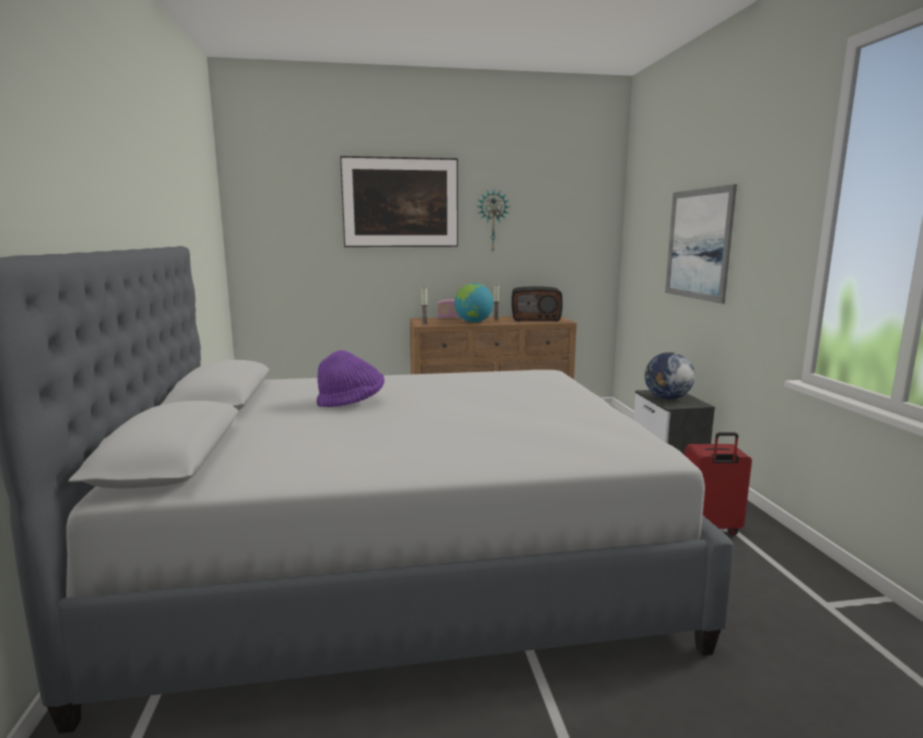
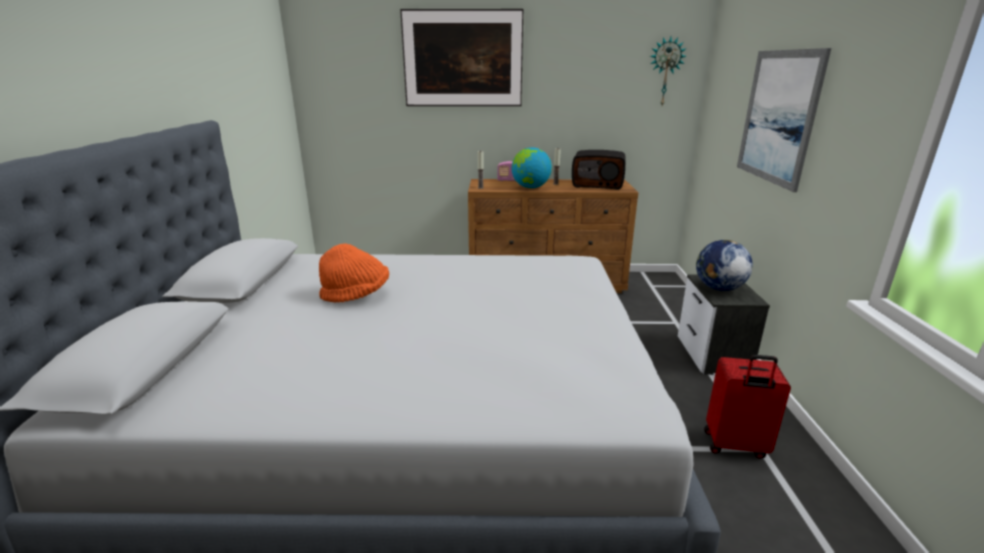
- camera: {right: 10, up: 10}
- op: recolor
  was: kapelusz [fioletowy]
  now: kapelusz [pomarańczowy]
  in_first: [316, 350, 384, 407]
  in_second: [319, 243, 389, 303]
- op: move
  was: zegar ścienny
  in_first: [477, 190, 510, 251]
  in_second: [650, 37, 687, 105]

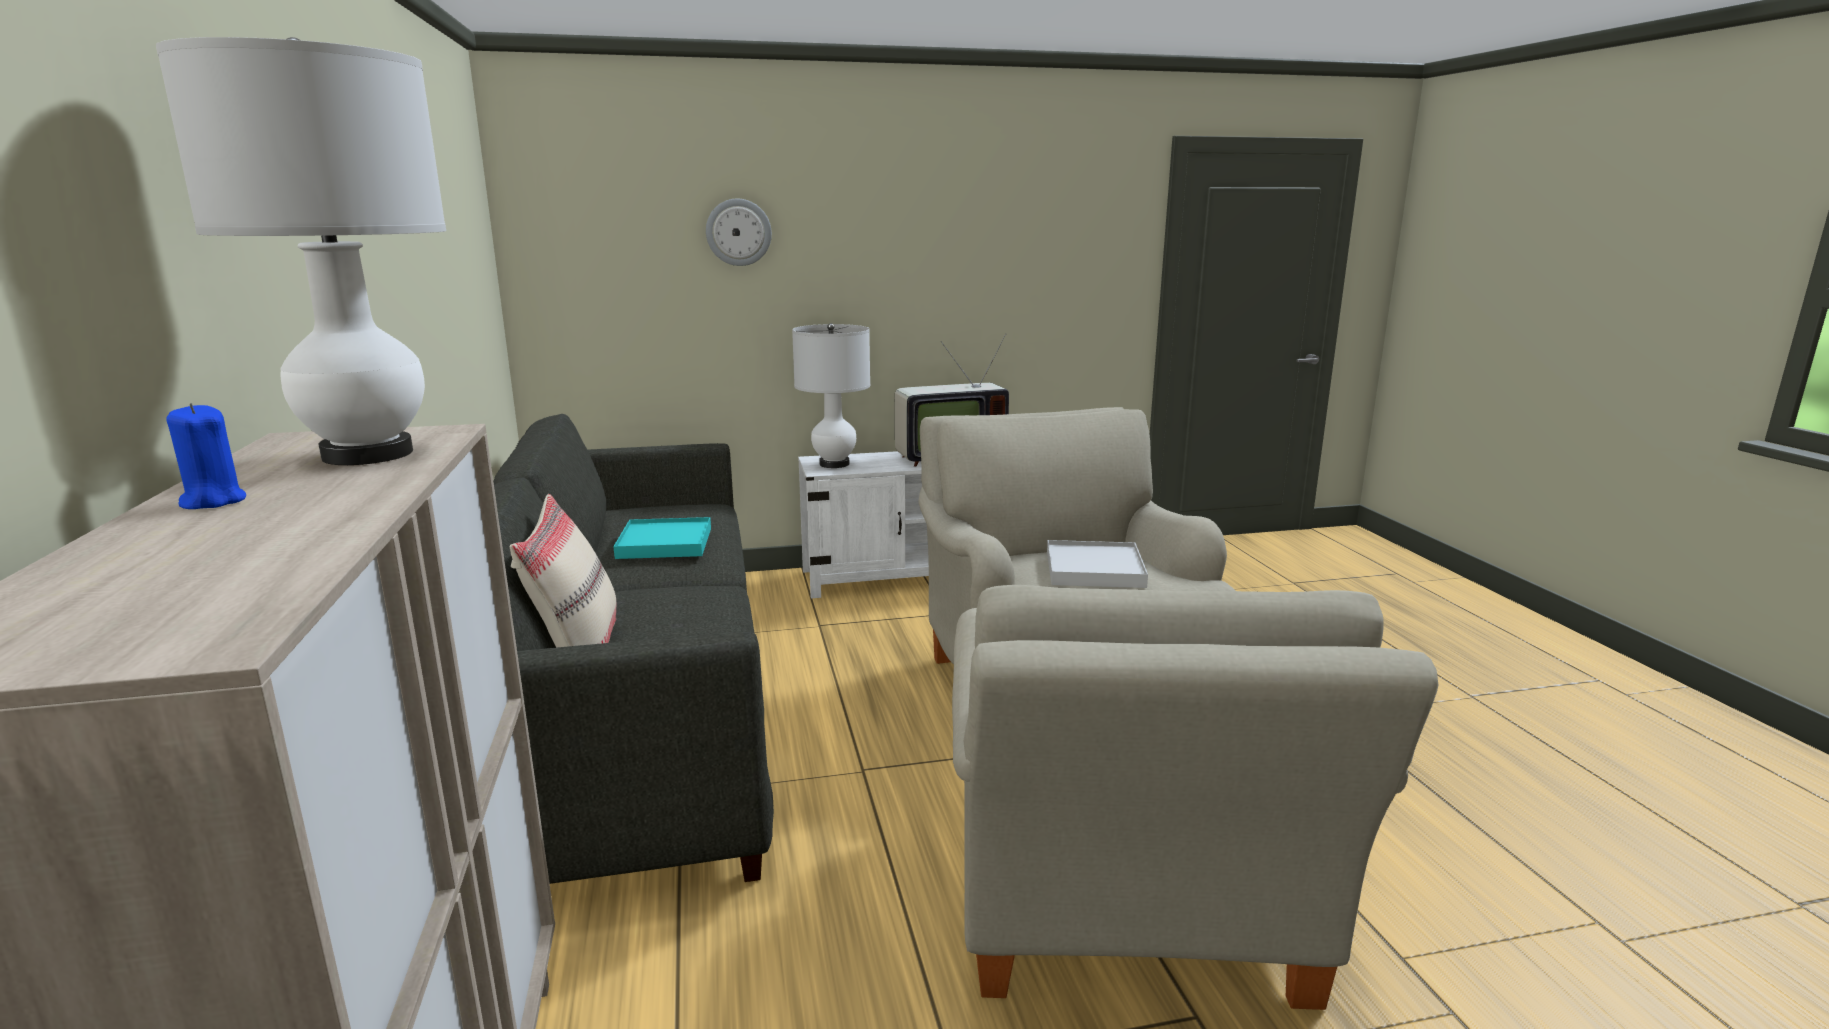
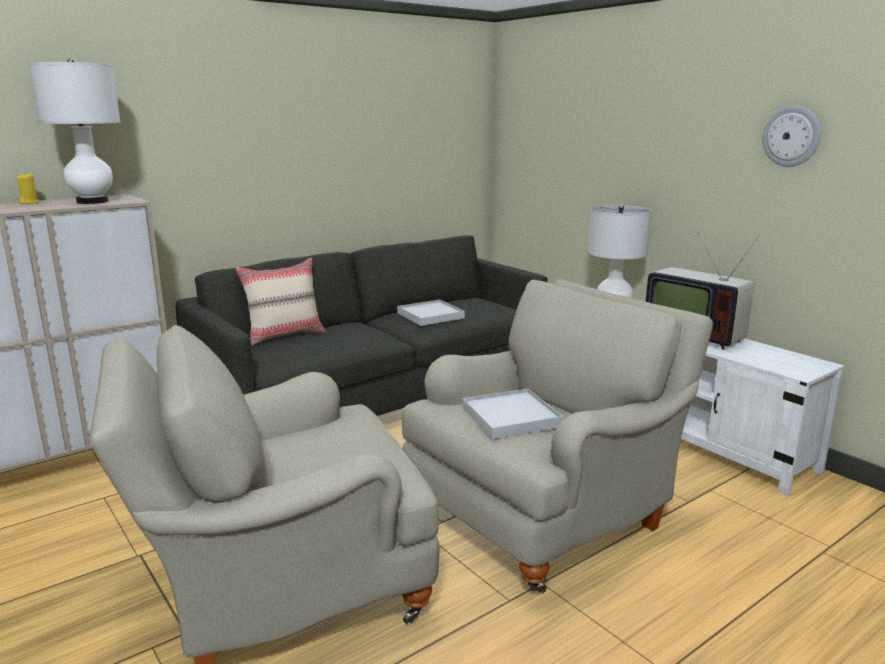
- camera: {right: 65, up: 0}
- op: recolor
  was: świeca [niebieski]
  now: świeca [żółty]
  in_first: [166, 403, 246, 509]
  in_second: [17, 172, 39, 204]
- op: recolor
  was: taca [turkusowy]
  now: taca [biały]
  in_first: [613, 517, 711, 559]
  in_second: [397, 300, 465, 326]
- op: move
  was: zegar ścienny
  in_first: [706, 198, 772, 266]
  in_second: [762, 105, 821, 167]

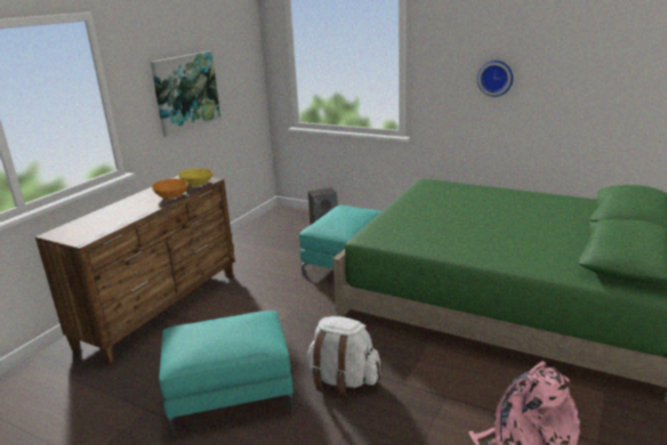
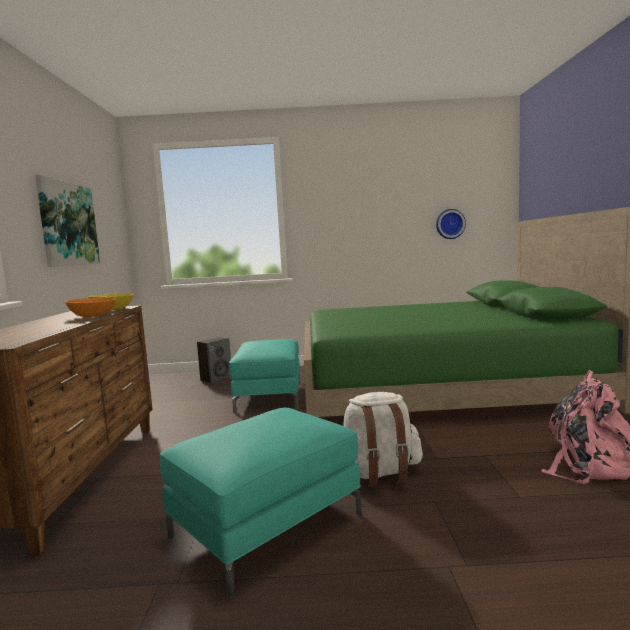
- camera: {right: -30, up: -15}
- op: move
  was: zegar ścienny
  in_first: [477, 60, 513, 97]
  in_second: [436, 209, 466, 239]

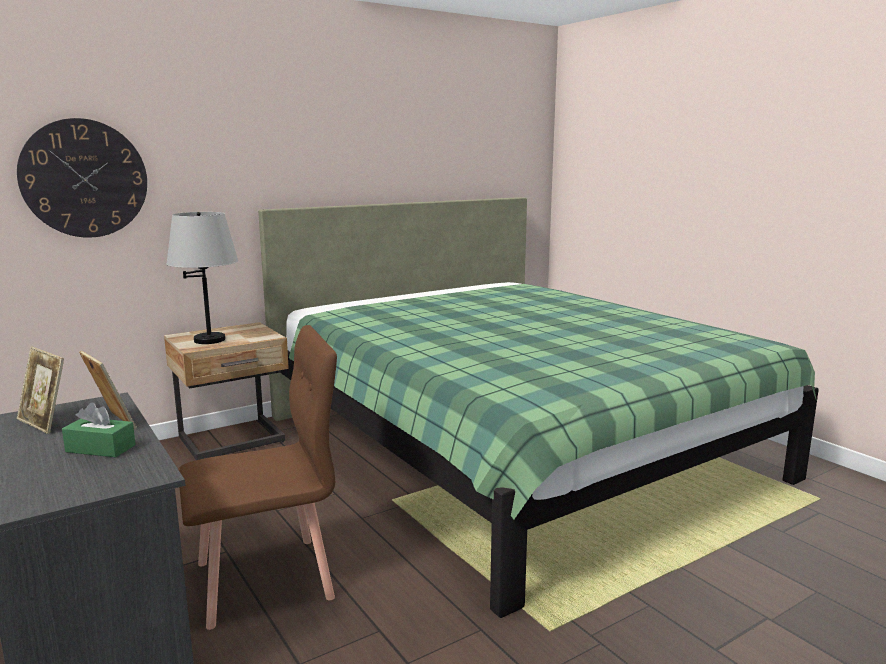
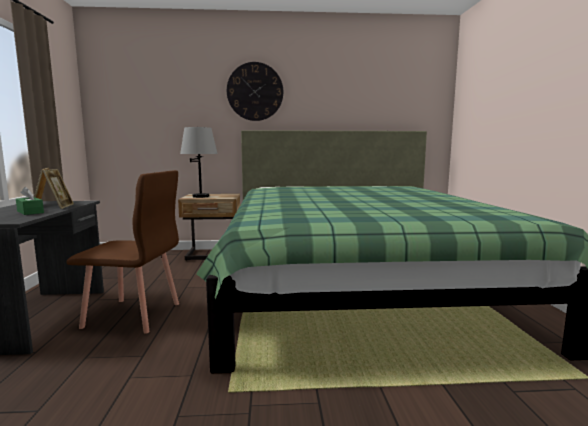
- camera: {right: 30, up: -5}
- op: move
  was: zegar ścienny
  in_first: [17, 118, 147, 238]
  in_second: [227, 62, 283, 121]

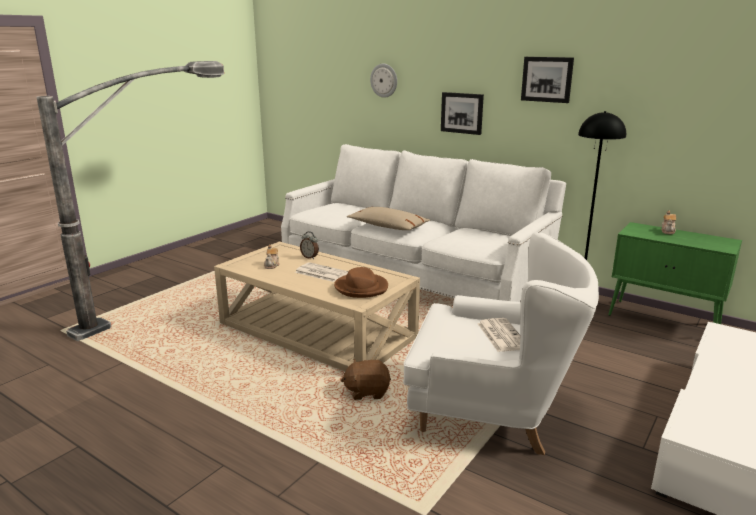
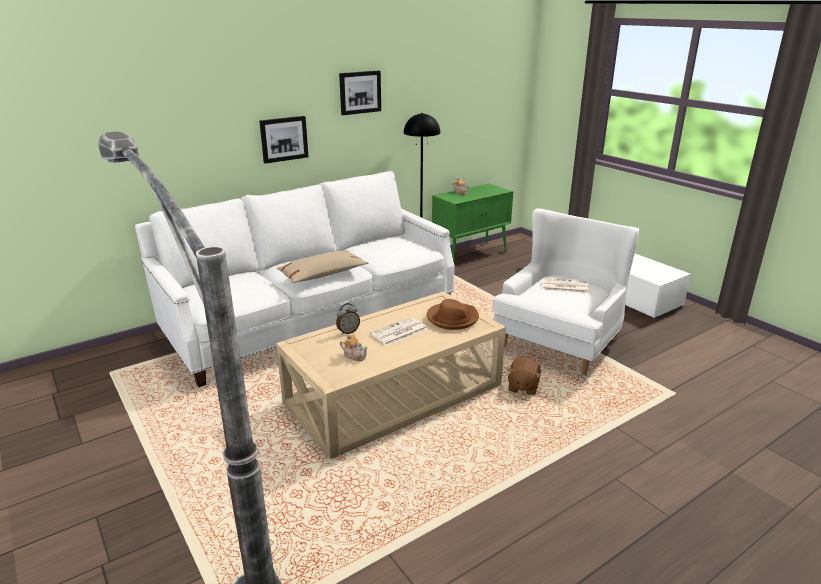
- camera: {right: -70, up: 5}
- op: delete
  was: zegar ścienny
  in_first: [370, 64, 397, 98]

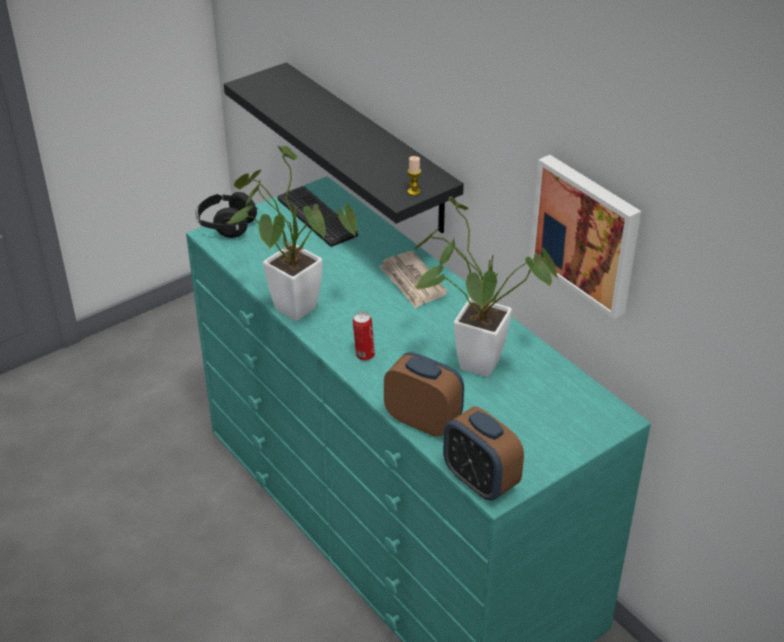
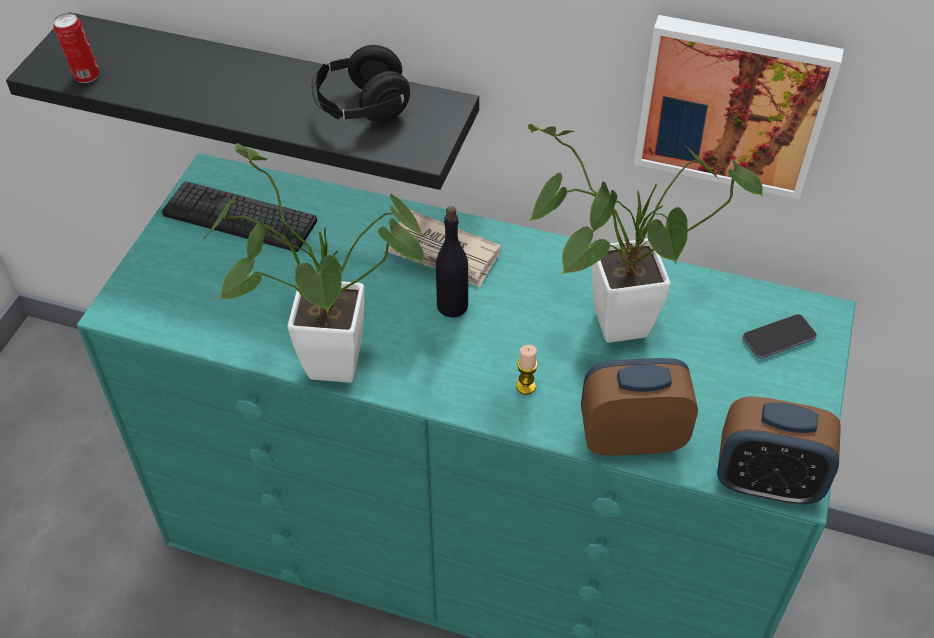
- camera: {right: -35, up: 10}
- op: move
  was: puszka
  in_first: [353, 312, 375, 361]
  in_second: [53, 13, 100, 83]
- op: move
  was: słuchawki [czarny]
  in_first: [196, 192, 258, 238]
  in_second: [312, 45, 410, 122]
- op: insert
  now: butelka [czarny]
  in_second: [436, 206, 468, 317]
- op: move
  was: świeca
  in_first: [407, 156, 421, 196]
  in_second: [516, 345, 538, 395]
- op: insert
  now: telefon
  in_second: [743, 314, 817, 358]

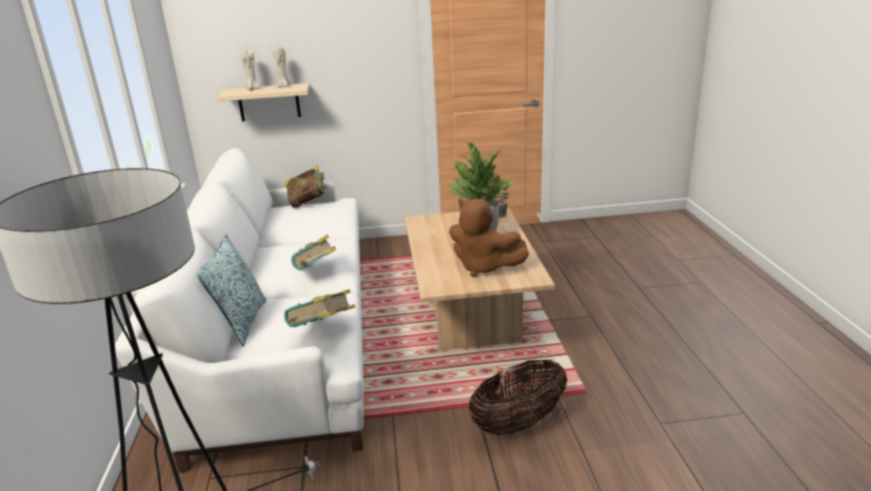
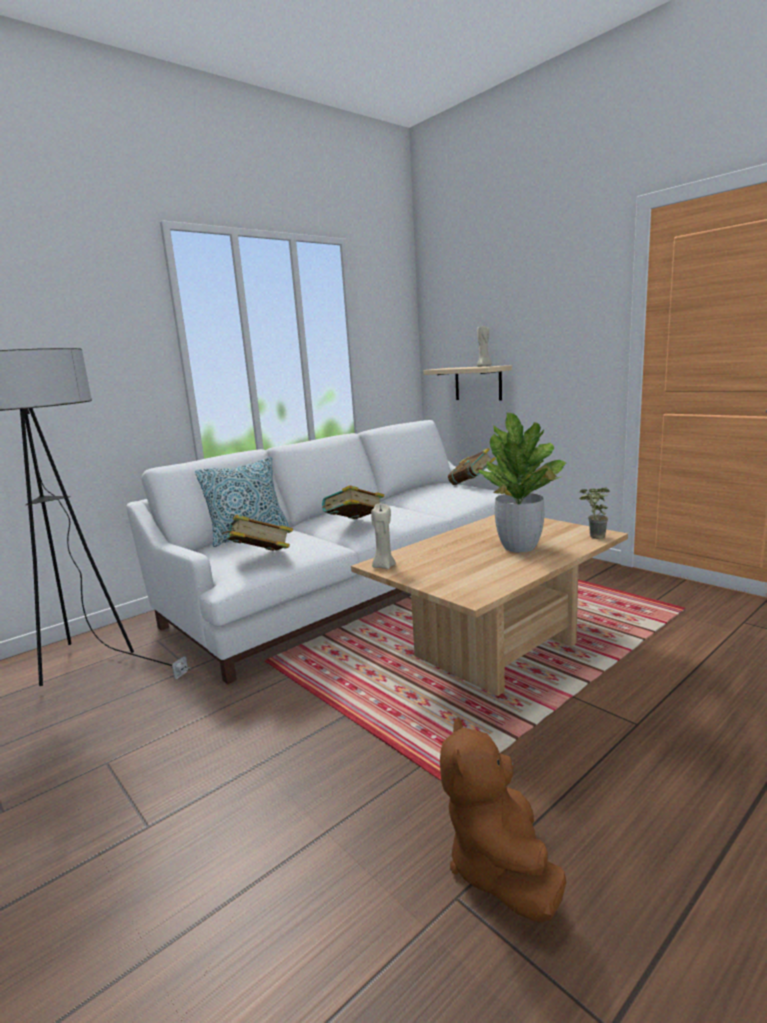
- camera: {right: 55, up: -10}
- op: move
  was: świeca [beżowy]
  in_first: [241, 49, 261, 90]
  in_second: [371, 504, 396, 569]
- op: move
  was: pluszak [brązowy]
  in_first: [449, 198, 529, 277]
  in_second: [440, 717, 566, 923]
- op: delete
  was: koszyk
  in_first: [469, 359, 567, 435]

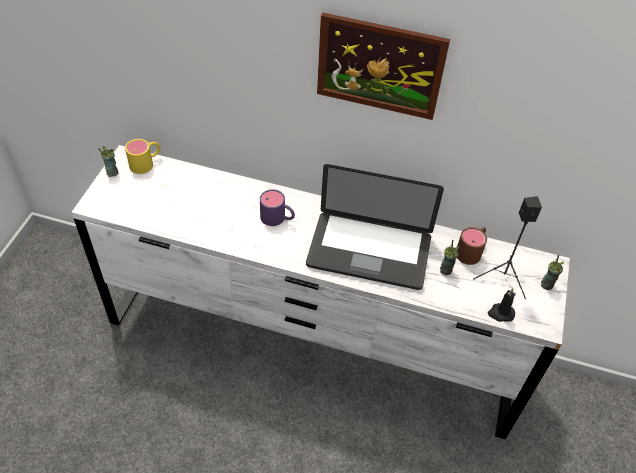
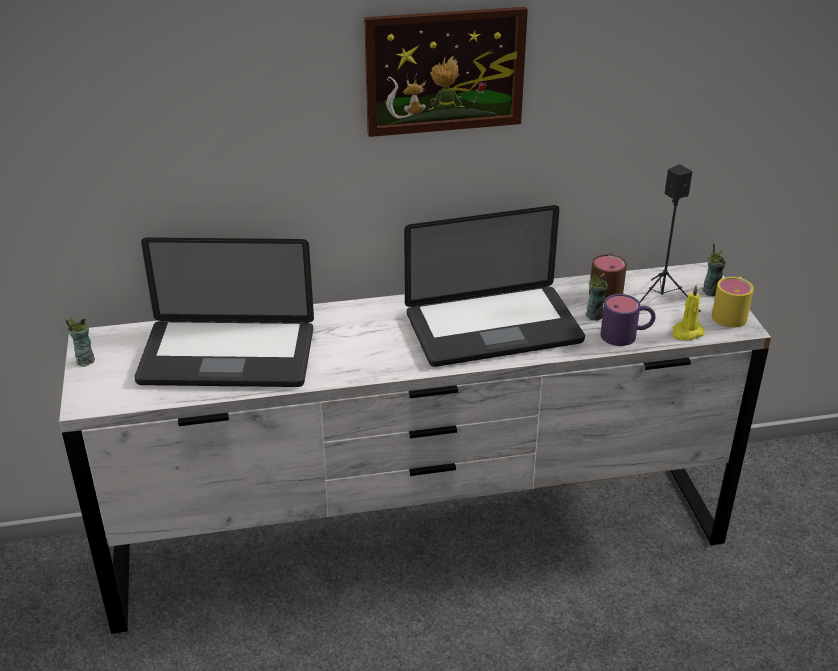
- camera: {right: -25, up: -15}
- op: insert
  now: laptop
  in_second: [134, 237, 314, 387]
- op: move
  was: kubek [fioletowy]
  in_first: [260, 189, 295, 226]
  in_second: [601, 294, 656, 346]
- op: recolor
  was: świeca [czarny]
  now: świeca [żółty]
  in_first: [488, 289, 516, 322]
  in_second: [672, 285, 705, 340]
- op: move
  was: kubek [żółty]
  in_first: [125, 139, 160, 174]
  in_second: [712, 277, 754, 328]

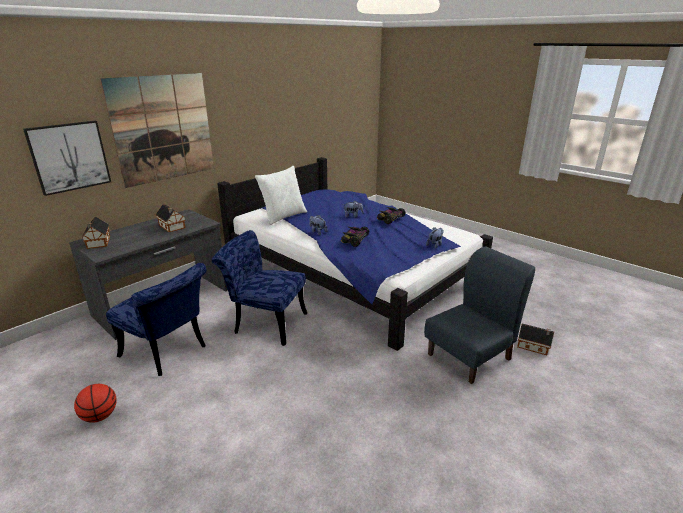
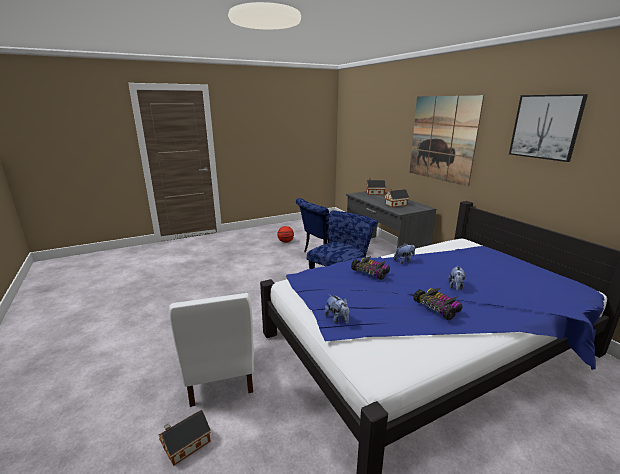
- camera: {right: 110, up: -5}
- op: recolor
  was: krzesło [niebieski]
  now: krzesło [biały]
  in_first: [424, 246, 535, 384]
  in_second: [169, 293, 254, 407]
- op: move
  was: obraz
  in_first: [23, 121, 111, 196]
  in_second: [509, 94, 588, 162]
- op: delete
  was: poduszka [biały]
  in_first: [255, 166, 307, 225]

